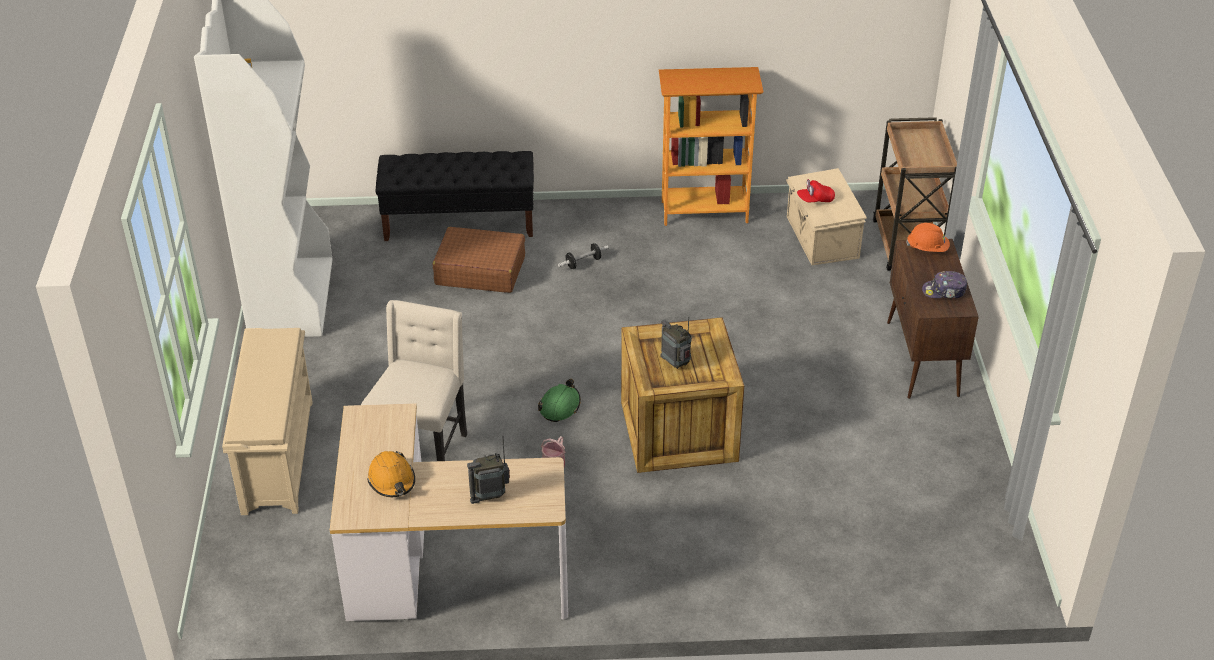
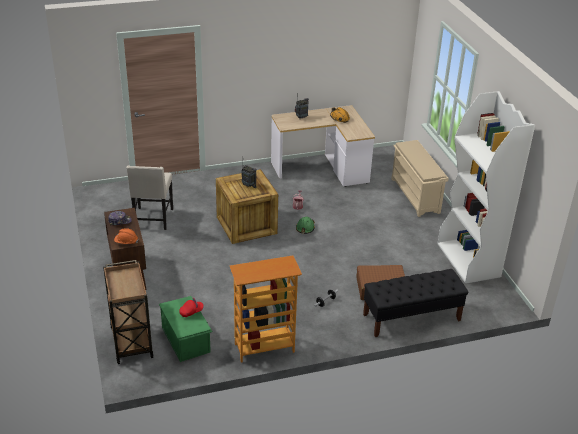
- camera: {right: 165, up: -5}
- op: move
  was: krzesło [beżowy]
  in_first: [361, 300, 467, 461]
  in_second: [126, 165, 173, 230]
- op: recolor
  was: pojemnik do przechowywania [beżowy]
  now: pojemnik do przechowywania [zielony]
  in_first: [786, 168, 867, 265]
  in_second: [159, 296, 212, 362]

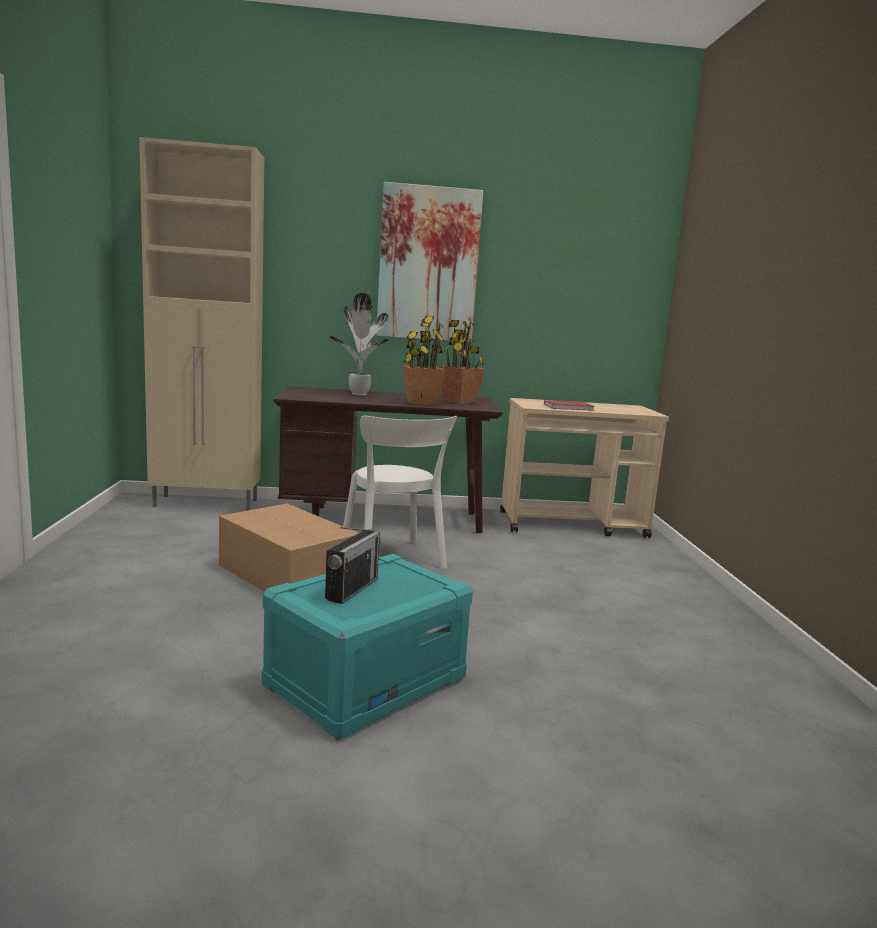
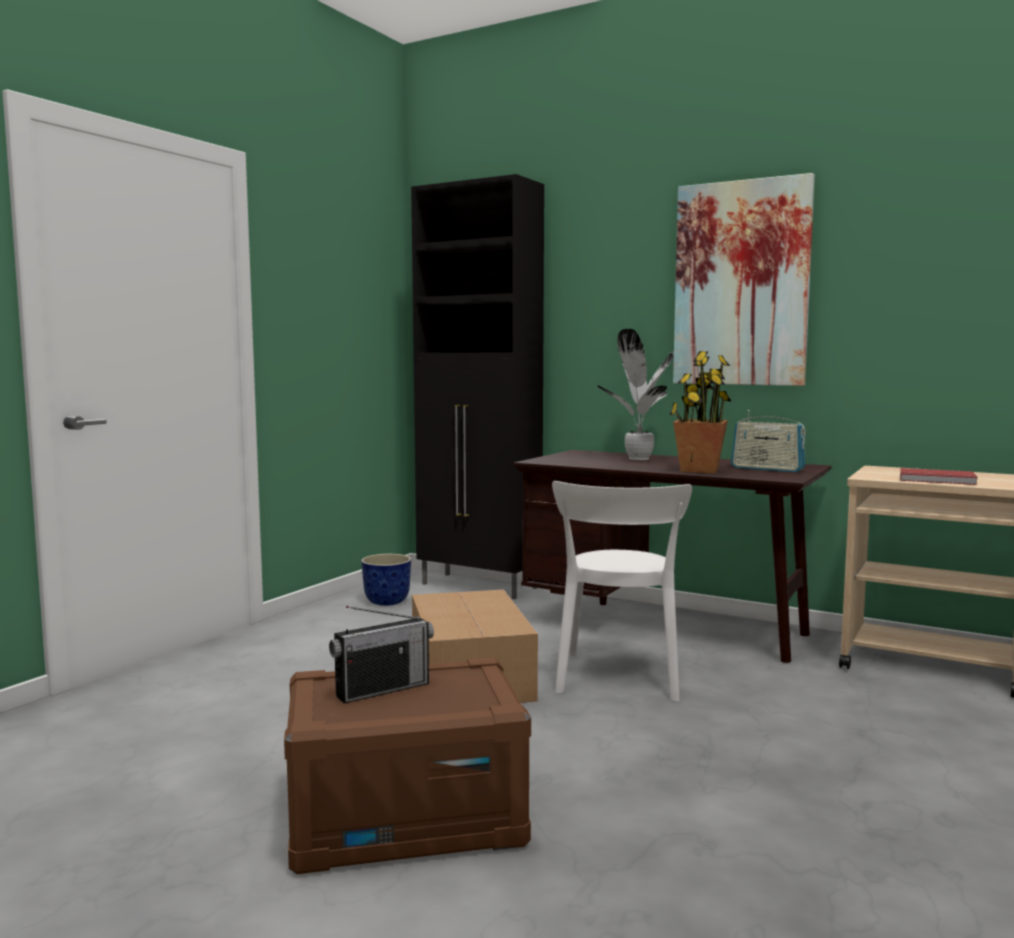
- camera: {right: 35, up: -5}
- op: recolor
  was: pojemnik do przechowywania [turkusowy]
  now: pojemnik do przechowywania [brązowy]
  in_first: [262, 554, 473, 740]
  in_second: [284, 657, 531, 874]
- op: insert
  now: donica
  in_second: [361, 554, 411, 606]
- op: recolor
  was: szafka [beżowy]
  now: szafka [czarny]
  in_first: [139, 137, 264, 511]
  in_second: [411, 174, 544, 599]
- op: replace
  was: roślina doniczkowa
  now: radio
  in_first: [438, 318, 485, 404]
  in_second: [731, 410, 805, 472]

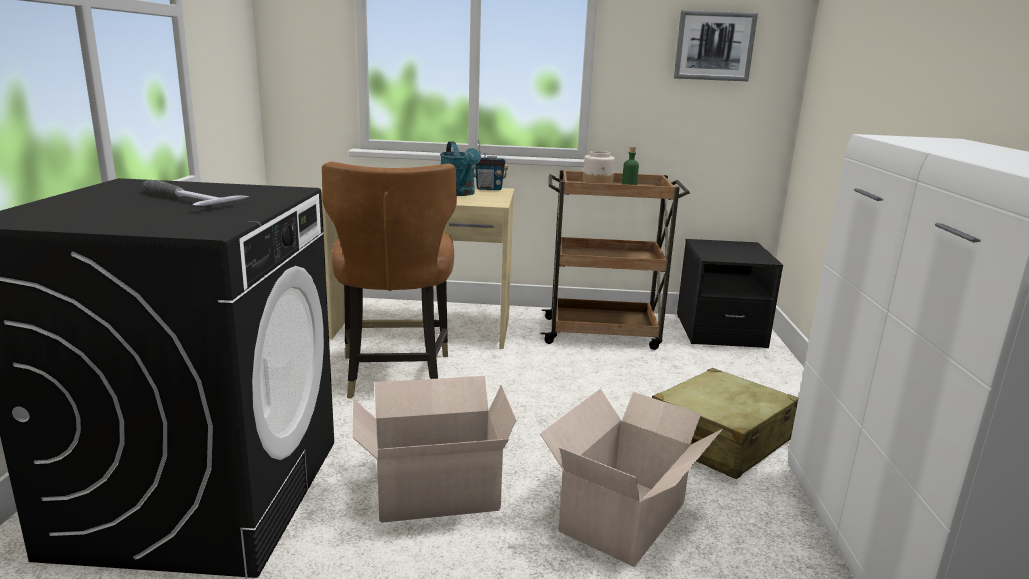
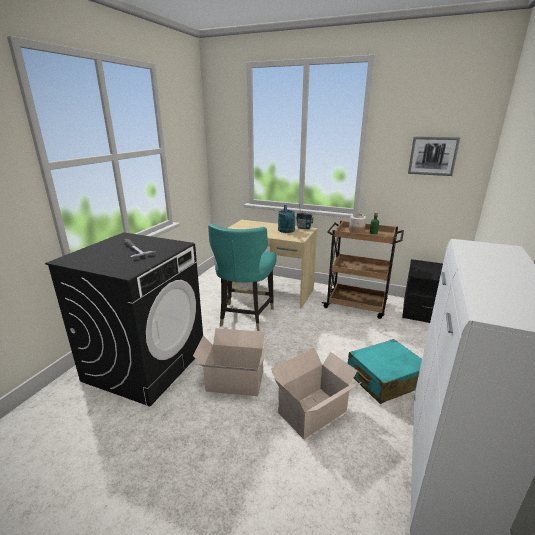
- camera: {right: 20, up: 5}
- op: recolor
  was: krzesło [brązowy]
  now: krzesło [turkusowy]
  in_first: [322, 161, 457, 399]
  in_second: [208, 224, 277, 331]
- op: recolor
  was: walizka [beżowy]
  now: walizka [turkusowy]
  in_first: [652, 368, 798, 479]
  in_second: [348, 339, 422, 404]

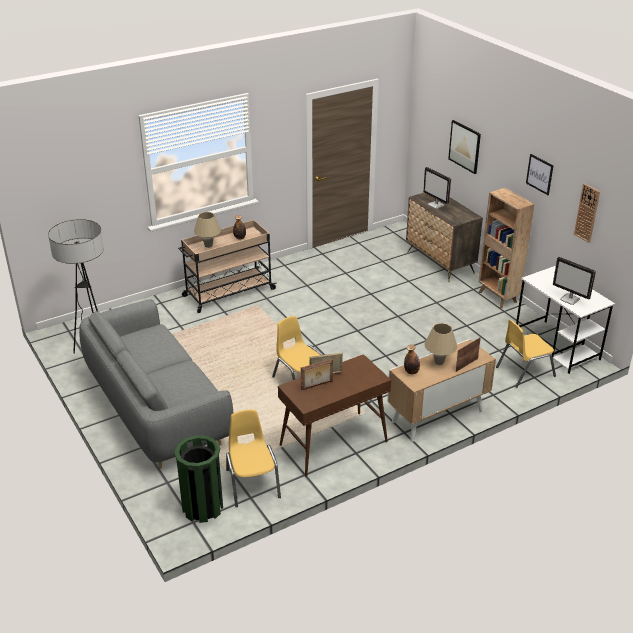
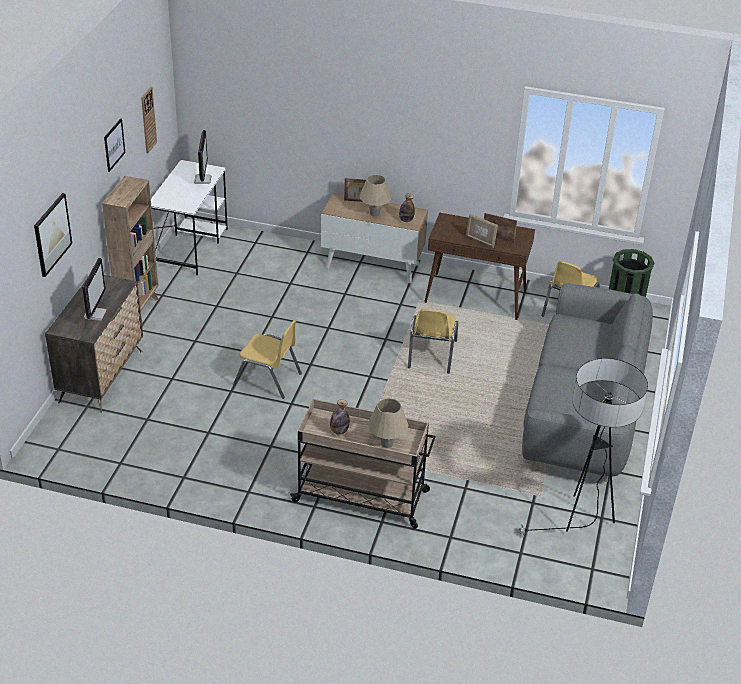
- camera: {right: -135, up: 5}
- op: move
  was: krzesło [żółty]
  in_first: [496, 319, 556, 388]
  in_second: [233, 320, 302, 399]

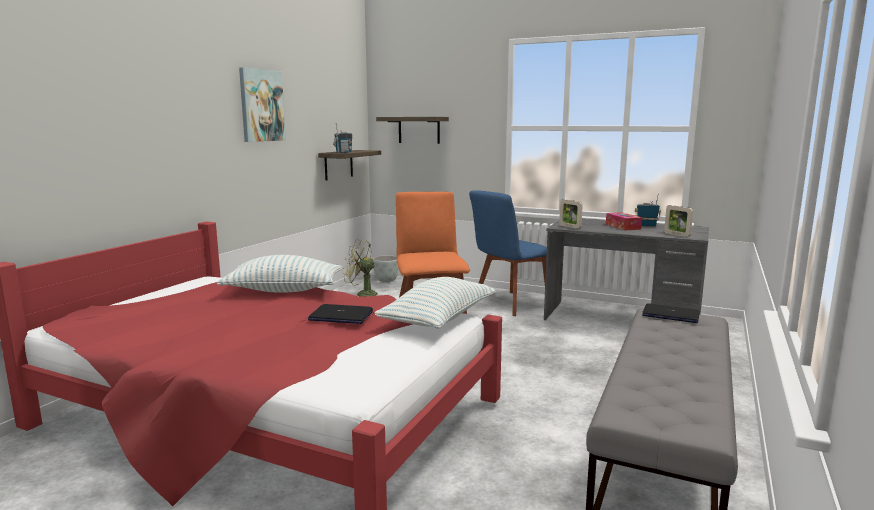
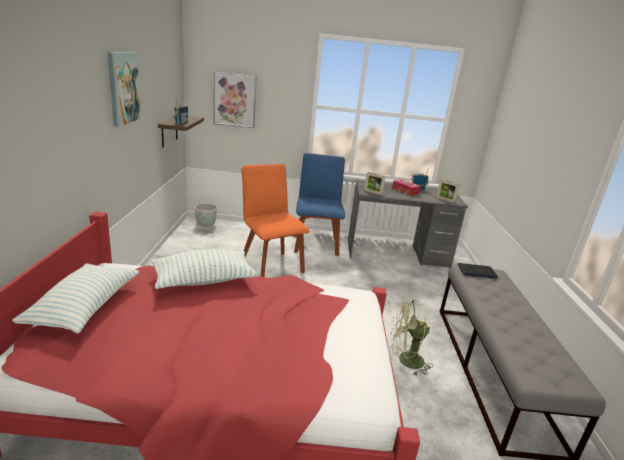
- camera: {right: -25, up: 10}
- op: move
  was: poduszka
  in_first: [374, 277, 496, 329]
  in_second: [12, 263, 139, 334]
- op: replace
  was: półka
  now: obraz
  in_first: [376, 117, 449, 144]
  in_second: [213, 72, 256, 128]
- op: rotate
  was: krzesło [niebieski]
  in_first: [469, 190, 547, 316]
  in_second: [294, 153, 345, 256]
  clockwise: 150
- op: move
  was: wentylator [zielony]
  in_first: [342, 240, 378, 296]
  in_second: [390, 298, 433, 376]
- op: delete
  was: laptop
  in_first: [308, 304, 373, 324]

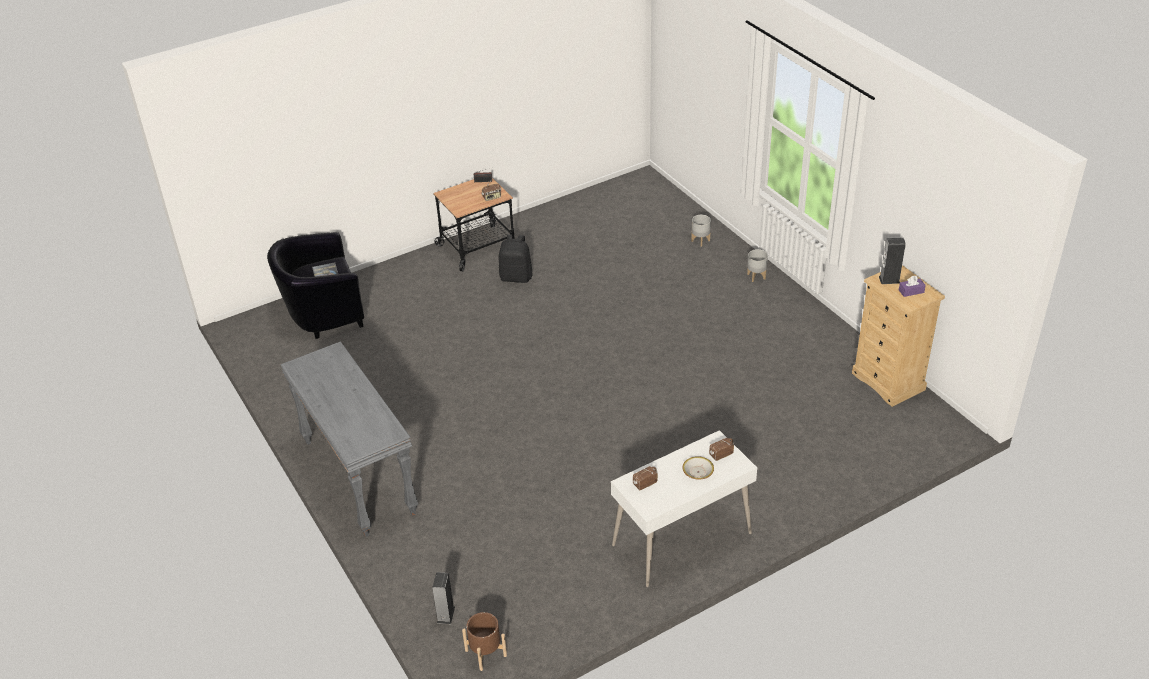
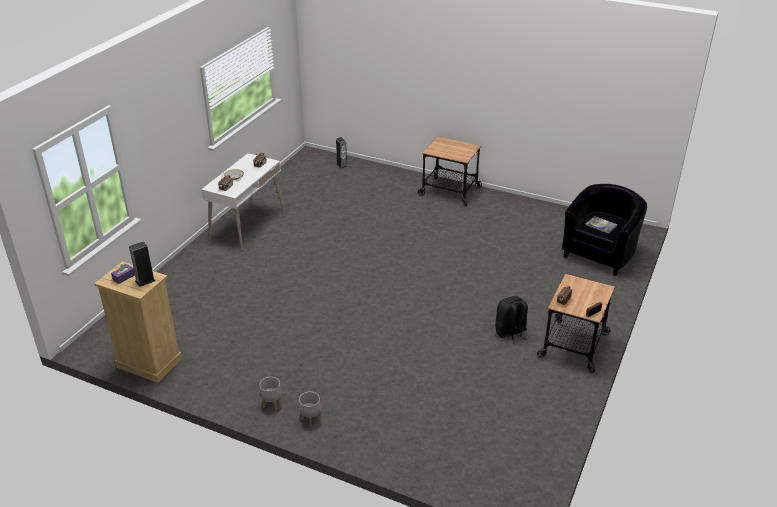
- camera: {right: 145, up: -5}
- op: move
  was: donica [szary]
  in_first: [691, 215, 711, 247]
  in_second: [259, 377, 281, 410]
- op: replace
  was: stolik konsolowy [szary]
  now: wózek
  in_first: [281, 341, 418, 537]
  in_second: [418, 136, 482, 207]
- op: delete
  was: donica [brązowy]
  in_first: [462, 612, 507, 671]

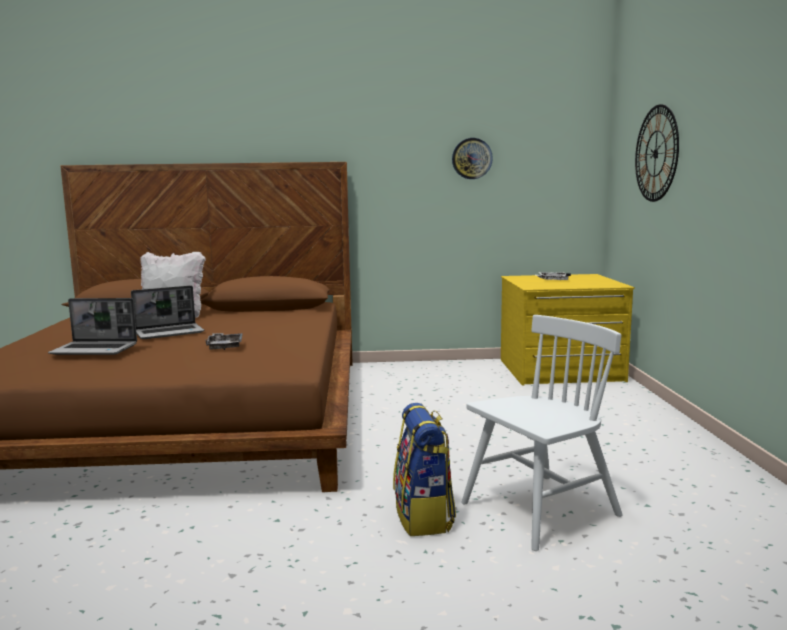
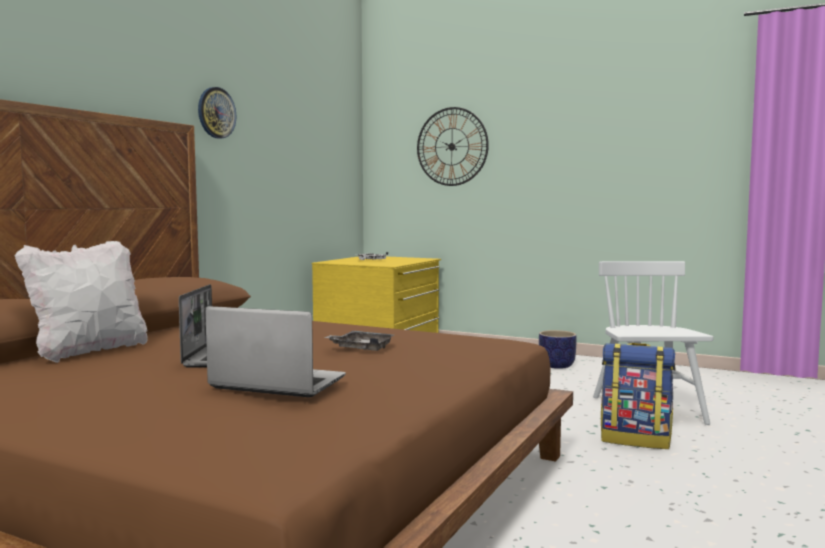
- camera: {right: -60, up: -5}
- op: move
  was: zegar ścienny
  in_first: [452, 138, 493, 179]
  in_second: [198, 87, 236, 139]
- op: rotate
  was: laptop
  in_first: [48, 298, 137, 355]
  in_second: [205, 306, 346, 397]
  clockwise: -105
- op: insert
  now: donica
  in_second: [539, 330, 576, 369]

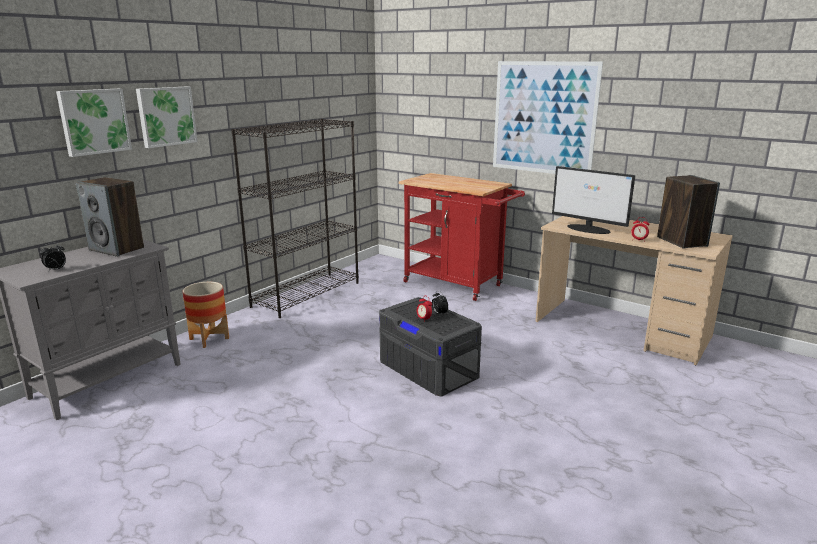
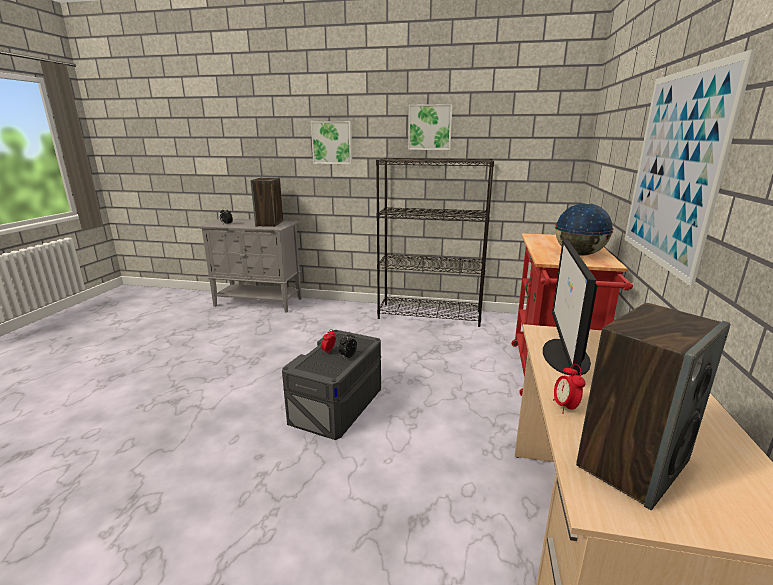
- camera: {right: 65, up: 0}
- op: move
  was: obraz
  in_first: [56, 89, 132, 157]
  in_second: [408, 104, 453, 150]
- op: insert
  now: globus
  in_second: [555, 203, 614, 256]
- op: delete
  was: donica
  in_first: [183, 282, 229, 348]

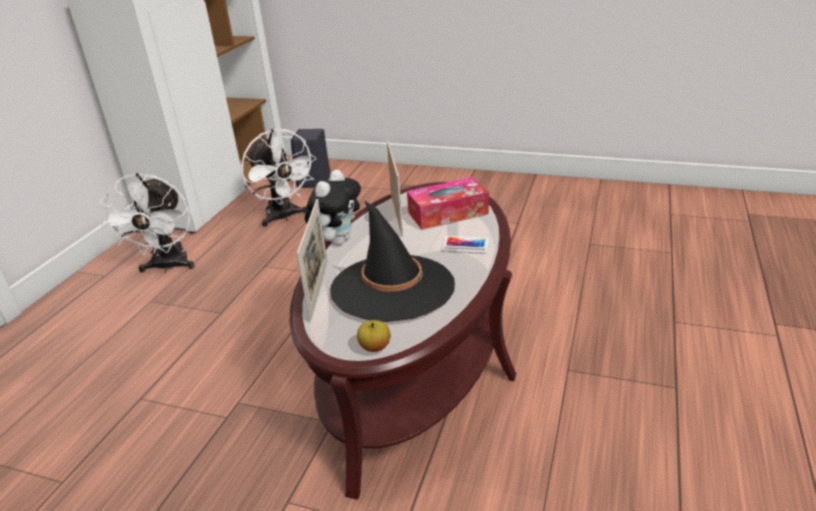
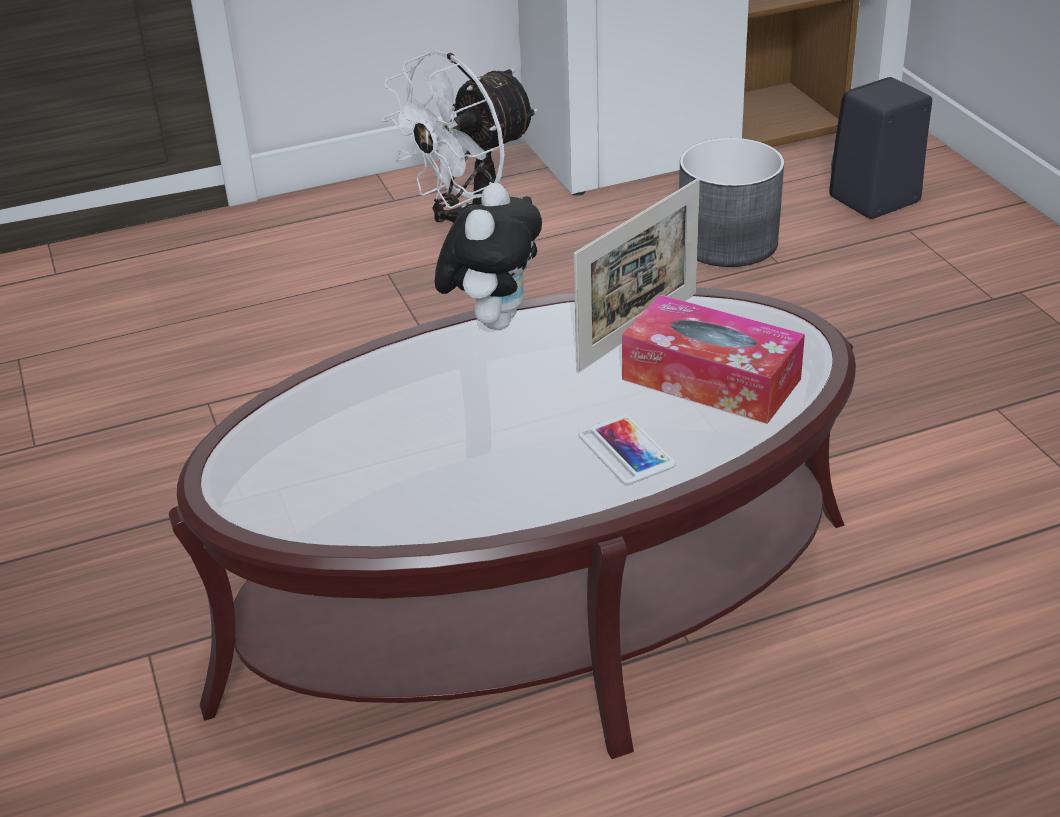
- camera: {right: 50, up: 5}
- op: rotate
  was: pluszak
  in_first: [305, 170, 361, 245]
  in_second: [435, 183, 542, 330]
  clockwise: -60
- op: replace
  was: wentylator [biały]
  now: donica [szary]
  in_first: [241, 129, 317, 227]
  in_second: [679, 138, 784, 267]
- op: delete
  was: ramka na zdjęcie
  in_first: [297, 199, 328, 321]
- op: delete
  was: kapelusz [czarny]
  in_first: [330, 200, 455, 322]
- op: delete
  was: jabłko
  in_first: [357, 320, 390, 352]

